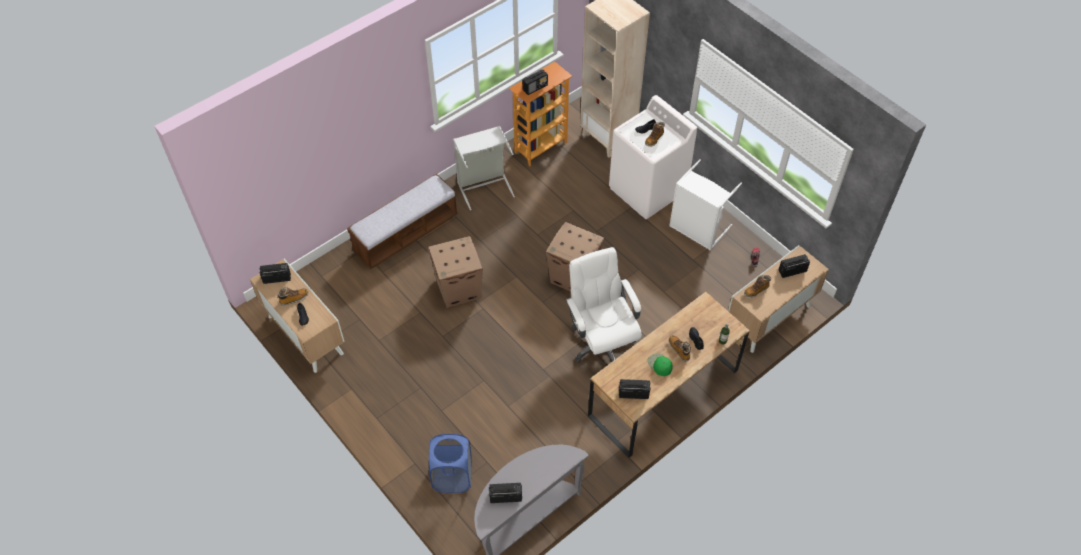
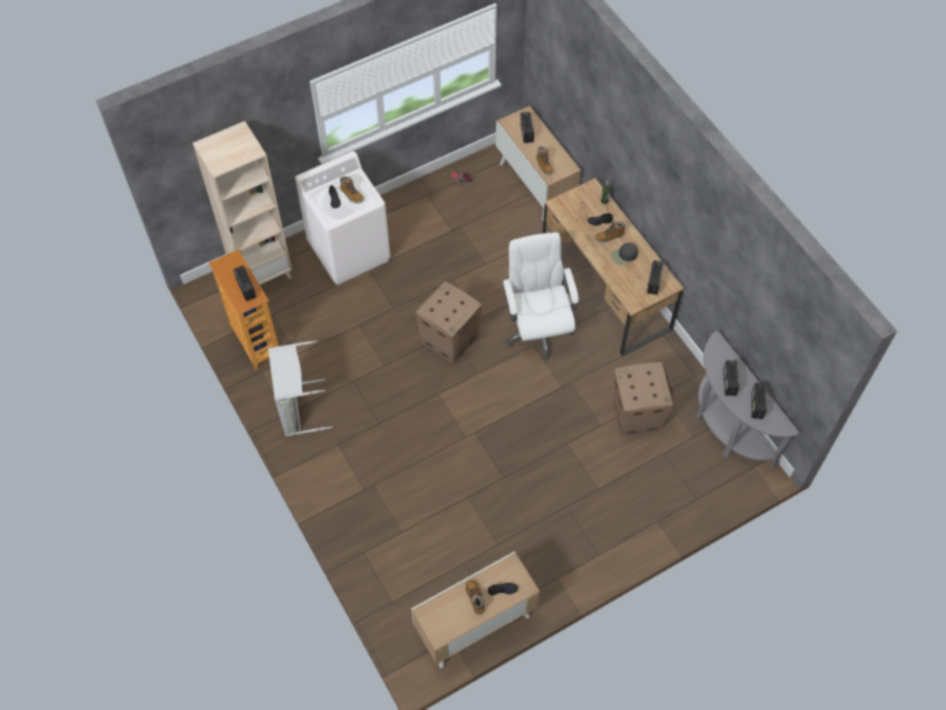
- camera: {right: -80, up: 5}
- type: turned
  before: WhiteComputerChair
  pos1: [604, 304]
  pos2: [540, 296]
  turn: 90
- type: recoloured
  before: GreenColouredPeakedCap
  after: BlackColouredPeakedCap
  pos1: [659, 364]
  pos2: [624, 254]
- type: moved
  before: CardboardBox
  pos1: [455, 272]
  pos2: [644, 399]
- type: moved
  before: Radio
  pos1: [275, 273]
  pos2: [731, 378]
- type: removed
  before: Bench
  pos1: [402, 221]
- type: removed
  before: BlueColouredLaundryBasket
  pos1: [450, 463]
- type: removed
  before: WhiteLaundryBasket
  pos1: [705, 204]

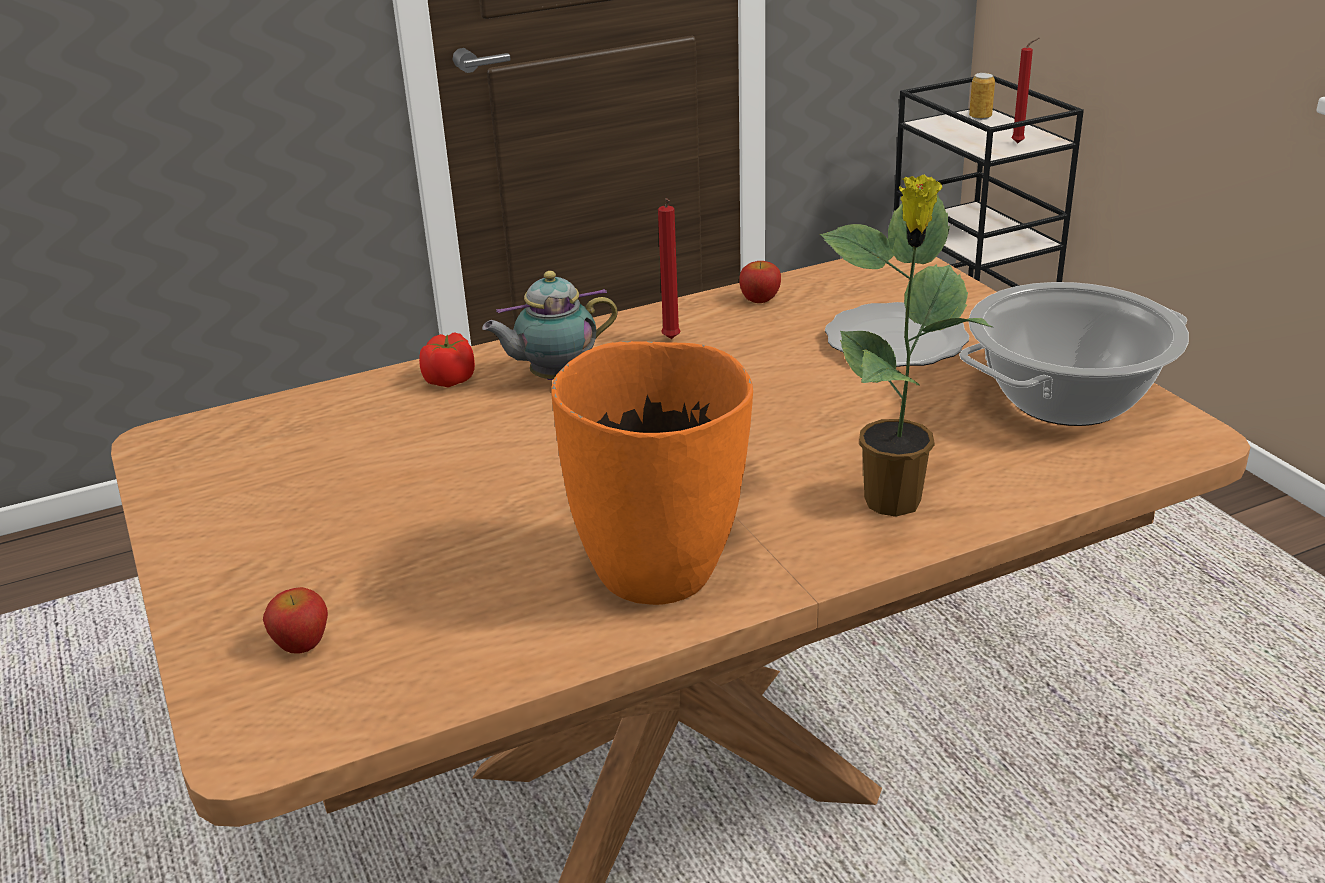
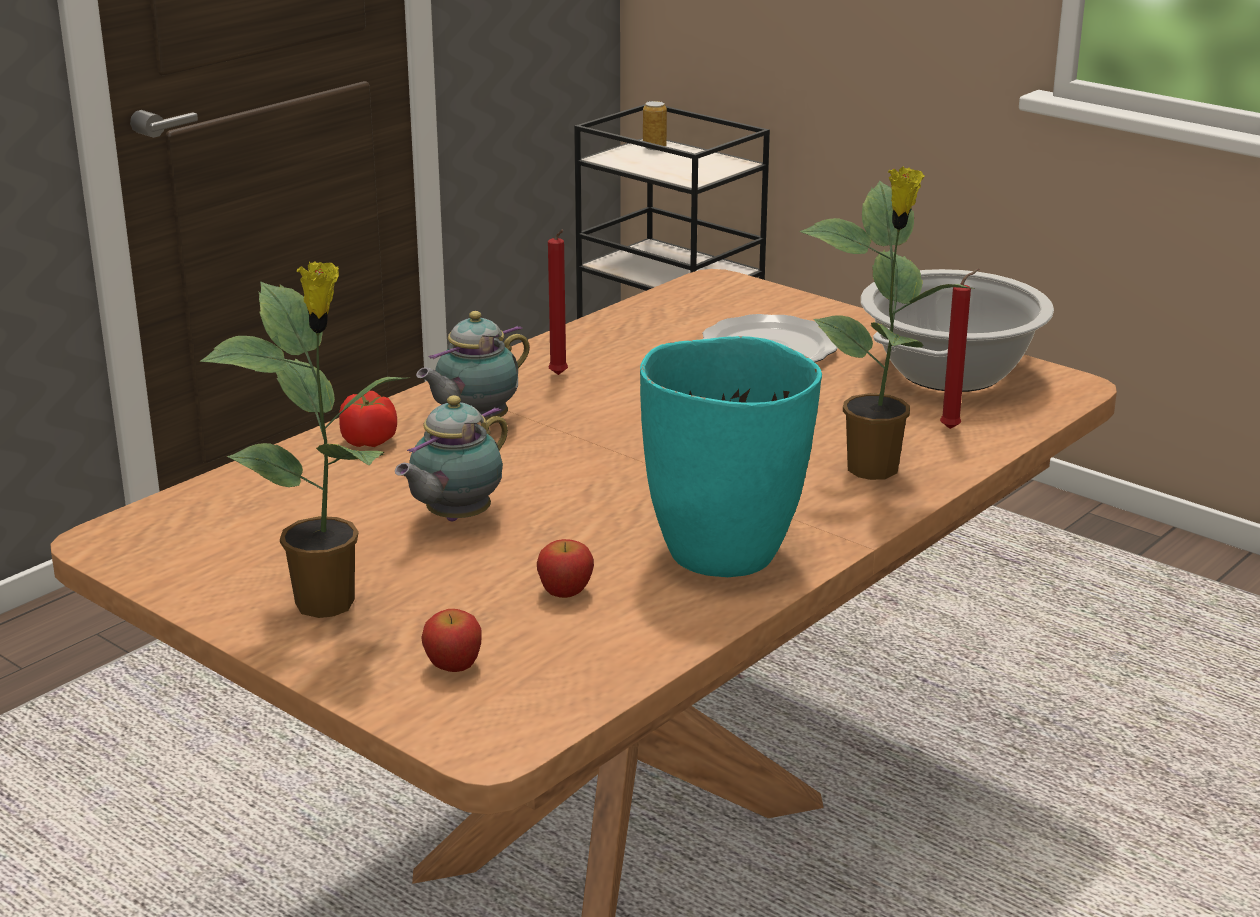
- camera: {right: -25, up: -5}
- type: added
  after: Houseplant
  pos2: [305, 440]
- type: added
  after: TeaPot
  pos2: [451, 458]
- type: moved
  before: WholeApple
  pos1: [760, 282]
  pos2: [565, 568]
- type: recoloured
  before: OrangeDecorativeVase
  after: BlueGreenDecorativeVase
  pos1: [652, 473]
  pos2: [731, 456]
- type: moved
  before: ReddishCandle
  pos1: [1026, 90]
  pos2: [959, 348]

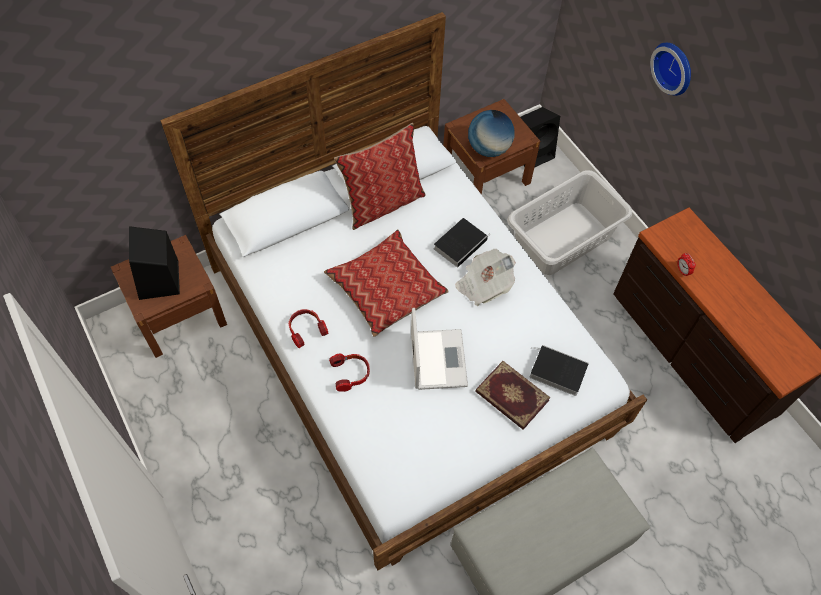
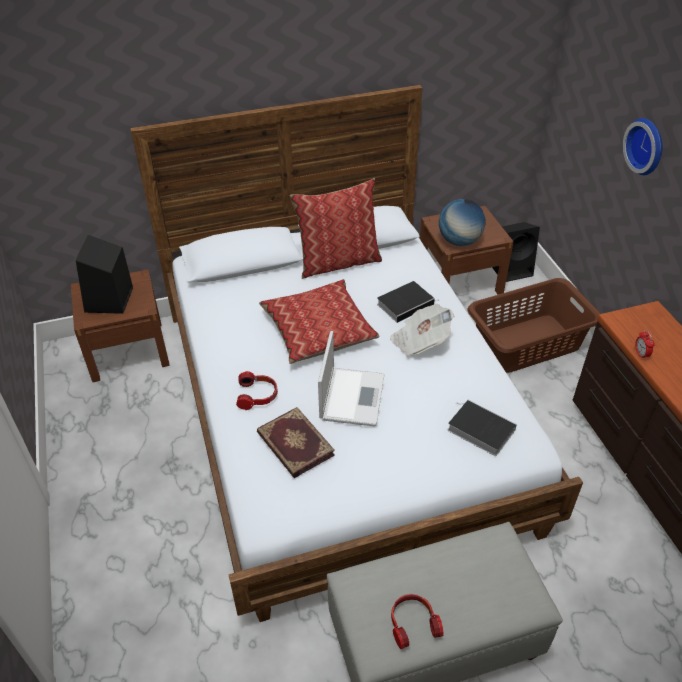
- camera: {right: 15, up: -15}
- type: moved
  before: Book
  pos1: [512, 395]
  pos2: [296, 442]
- type: moved
  before: Headphones
  pos1: [309, 328]
  pos2: [417, 621]
- type: recoloured
  before: GreyLaundryBasket
  after: BrownColouredLaundryBasket
  pos1: [569, 222]
  pos2: [534, 325]

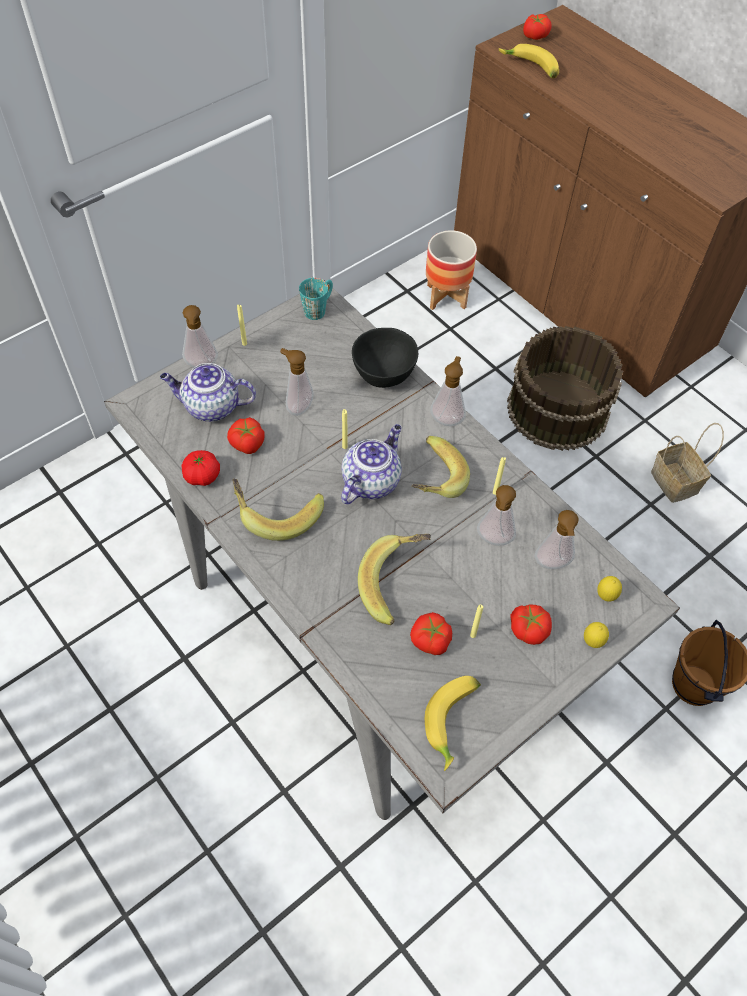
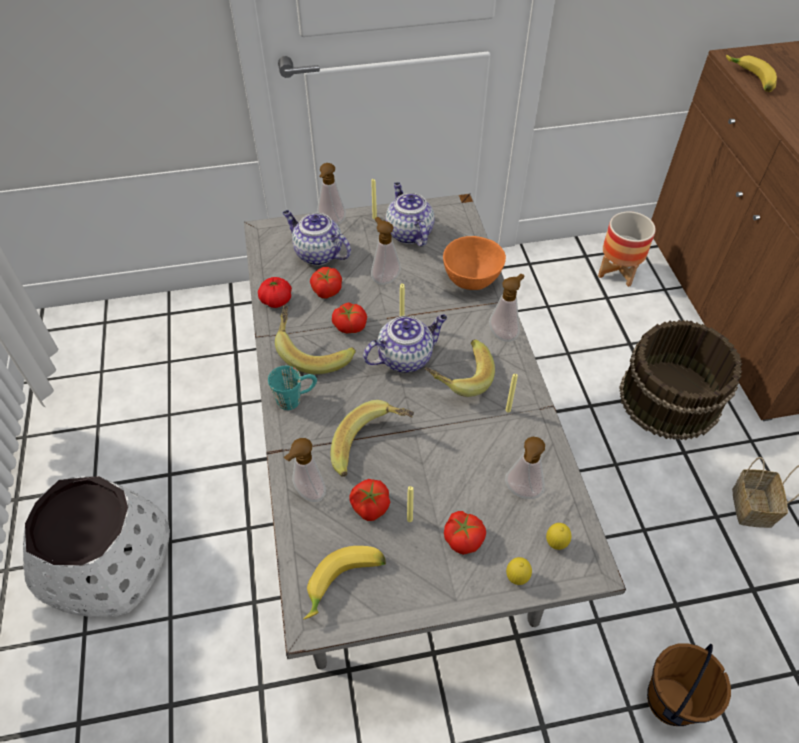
- camera: {right: 30, up: -5}
- type: added
  after: WhitePlanter
  pos2: [96, 547]
- type: moved
  before: BlueGreenTeaMug
  pos1: [316, 299]
  pos2: [292, 388]
- type: moved
  before: SoapDispenser
  pos1: [496, 515]
  pos2: [305, 470]
- type: moved
  before: FreshTomato
  pos1: [537, 27]
  pos2: [349, 318]
- type: added
  after: TeaPot
  pos2: [410, 214]
- type: recoloured
  before: BlackColouredDeepDish
  after: OrangeDeepDish
  pos1: [385, 358]
  pos2: [474, 263]

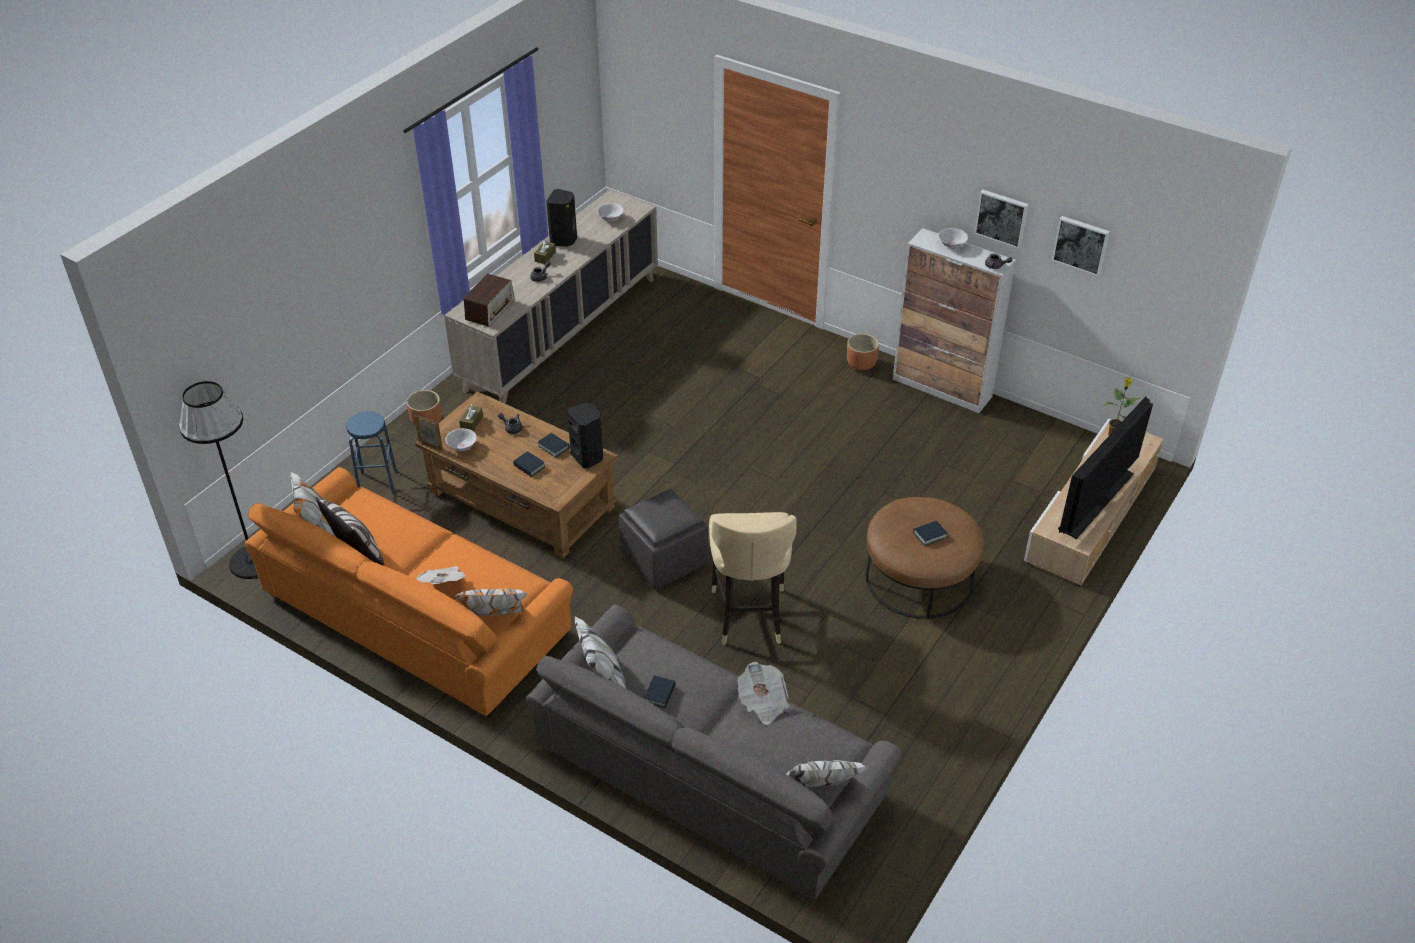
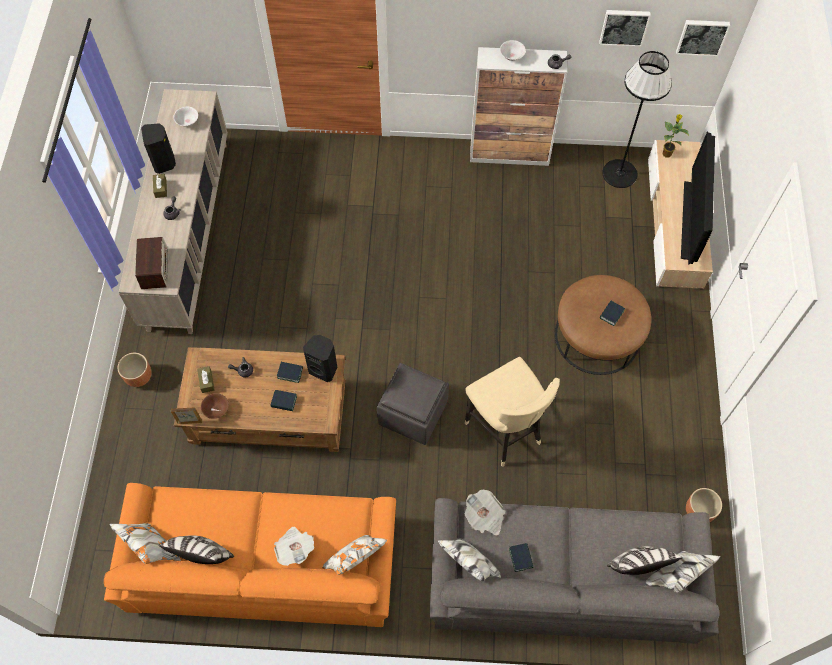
- camera: {right: -30, up: 20}
- type: recoloured
  before: WhiteDeepDish
  after: BrownColouredDeepDish
  pos1: [461, 439]
  pos2: [215, 406]
- type: moved
  before: PrintedPaper
  pos1: [763, 693]
  pos2: [485, 512]
- type: moved
  before: BlackColouredStandardLamp
  pos1: [219, 480]
  pos2: [637, 119]
- type: added
  after: ThrowPillow
  pos2: [645, 560]
- type: moved
  before: Picture
  pos1: [1001, 219]
  pos2: [703, 38]
- type: moved
  before: BrownColouredPlanter
  pos1: [863, 352]
  pos2: [704, 505]
- type: removed
  before: BlueColouredSittingStool
  pos1: [371, 452]

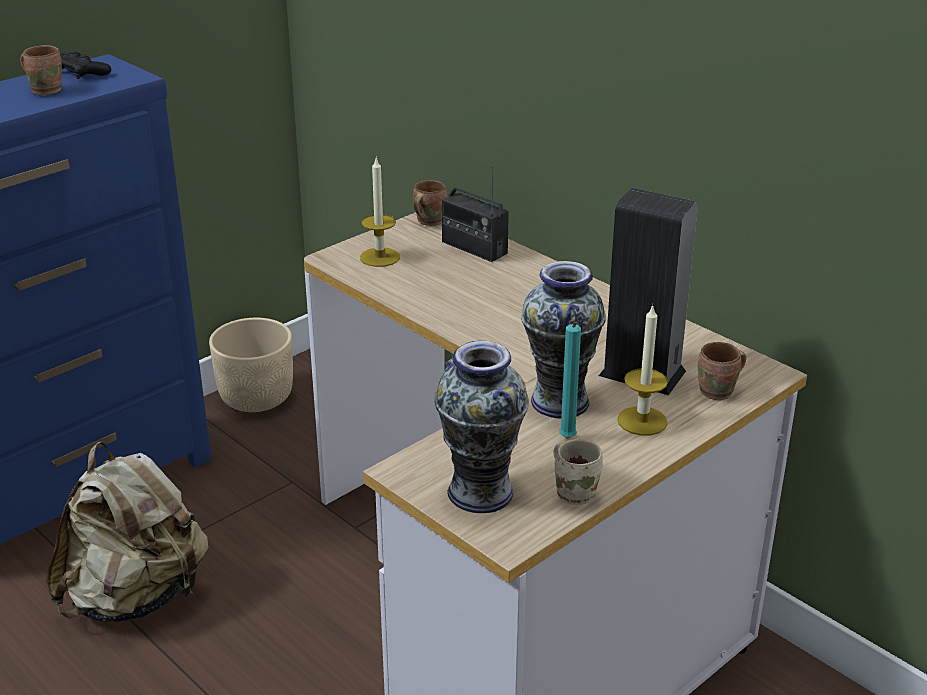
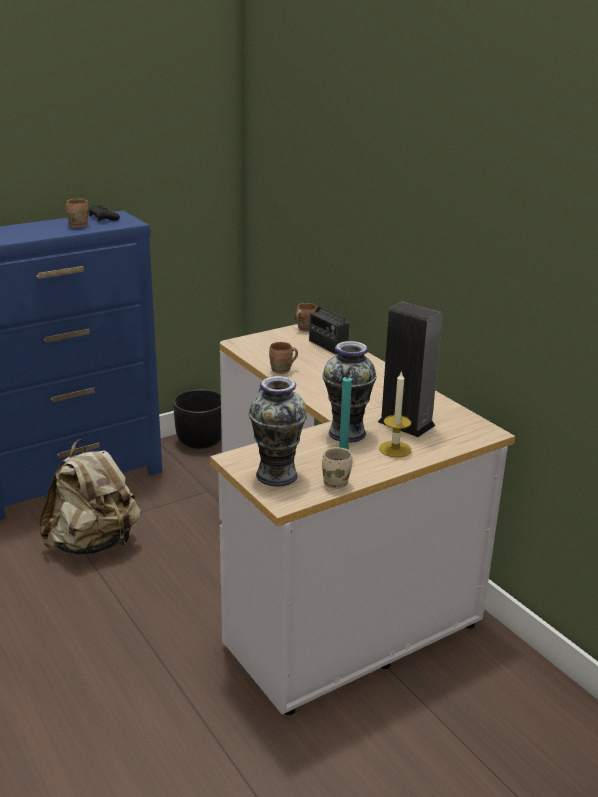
- camera: {right: 10, up: -5}
- type: recoloured
  before: SandColouredPlanter
  after: BlackColouredPlanter
  pos1: [251, 365]
  pos2: [197, 419]
- type: moved
  before: BrownColouredTeaMug
  pos1: [722, 371]
  pos2: [283, 358]
- type: removed
  before: Candle
  pos1: [380, 212]

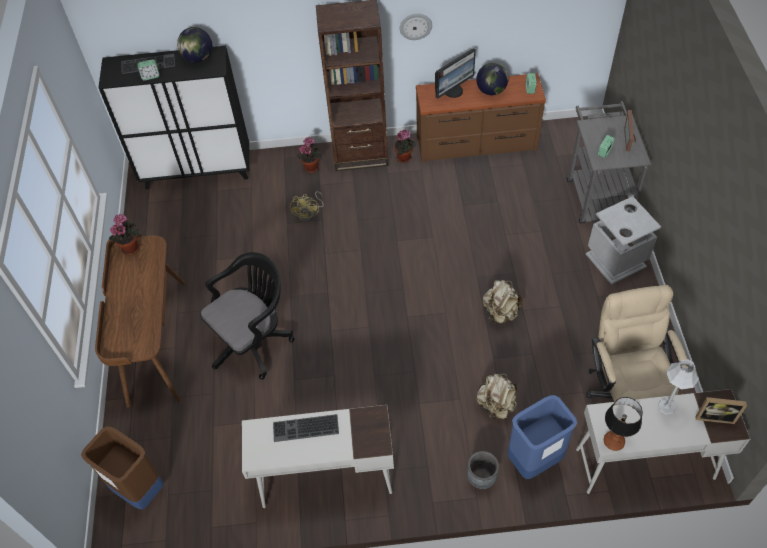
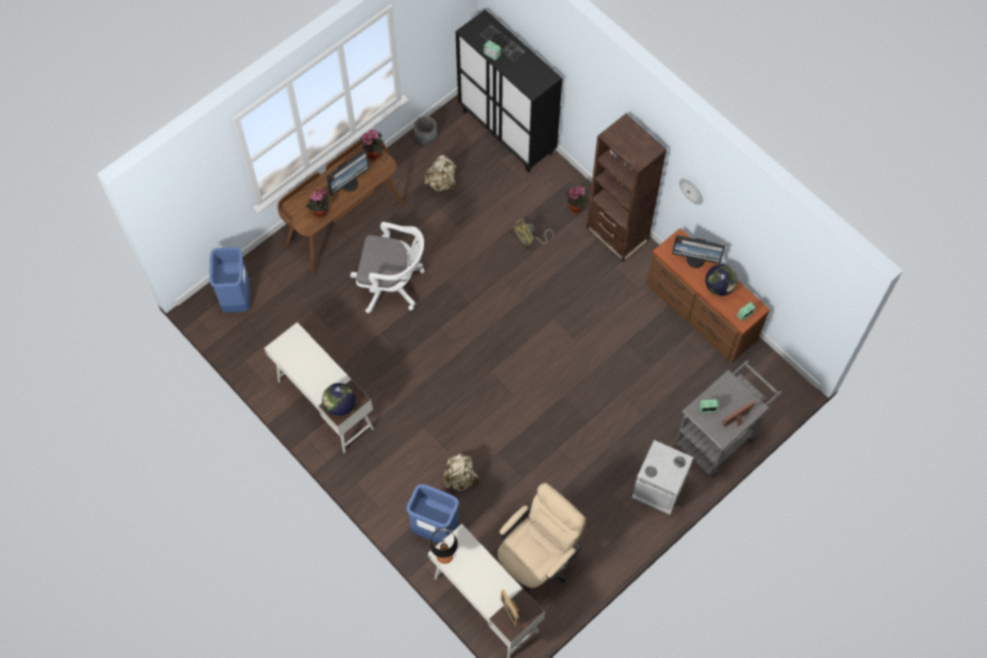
- camera: {right: 50, up: 10}
- type: recoloured
  before: BrownColouredWasteBin
  after: BlueColouredWasteBin
  pos1: [122, 468]
  pos2: [229, 280]
- type: moved
  before: Houseplant
  pos1: [405, 146]
  pos2: [318, 203]
- type: moved
  before: WorldGlobe
  pos1: [194, 45]
  pos2: [338, 399]
- type: added
  after: Monitor
  pos2: [347, 172]
- type: recoloured
  before: BlackColouredComputerChair
  after: WhiteComputerChair
  pos1: [247, 316]
  pos2: [387, 267]
- type: moved
  before: GreyPlanter
  pos1: [483, 470]
  pos2: [425, 130]
- type: moved
  before: SandColouredKnapsack
  pos1: [503, 302]
  pos2: [441, 173]
- type: removed
  before: PcKeyboard
  pos1: [306, 428]
- type: removed
  before: GreyTableLamp
  pos1: [678, 386]

